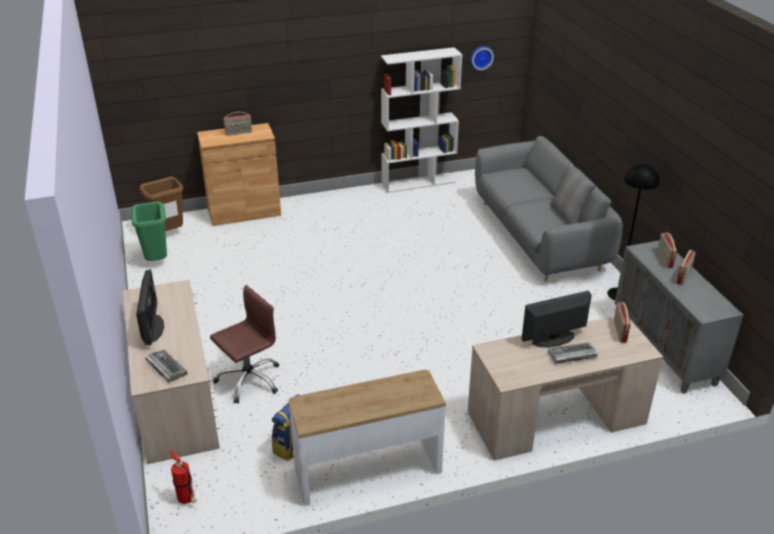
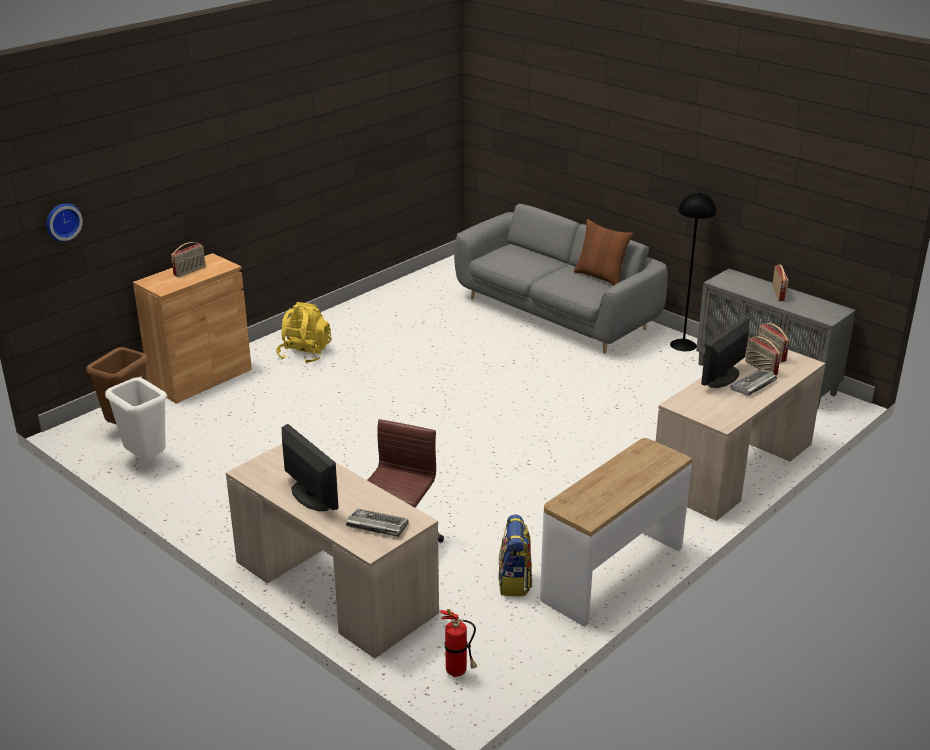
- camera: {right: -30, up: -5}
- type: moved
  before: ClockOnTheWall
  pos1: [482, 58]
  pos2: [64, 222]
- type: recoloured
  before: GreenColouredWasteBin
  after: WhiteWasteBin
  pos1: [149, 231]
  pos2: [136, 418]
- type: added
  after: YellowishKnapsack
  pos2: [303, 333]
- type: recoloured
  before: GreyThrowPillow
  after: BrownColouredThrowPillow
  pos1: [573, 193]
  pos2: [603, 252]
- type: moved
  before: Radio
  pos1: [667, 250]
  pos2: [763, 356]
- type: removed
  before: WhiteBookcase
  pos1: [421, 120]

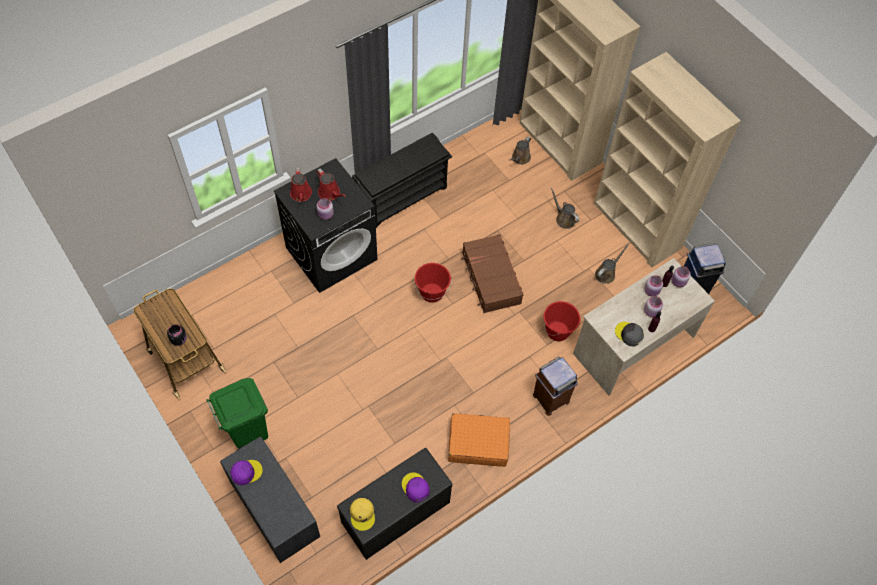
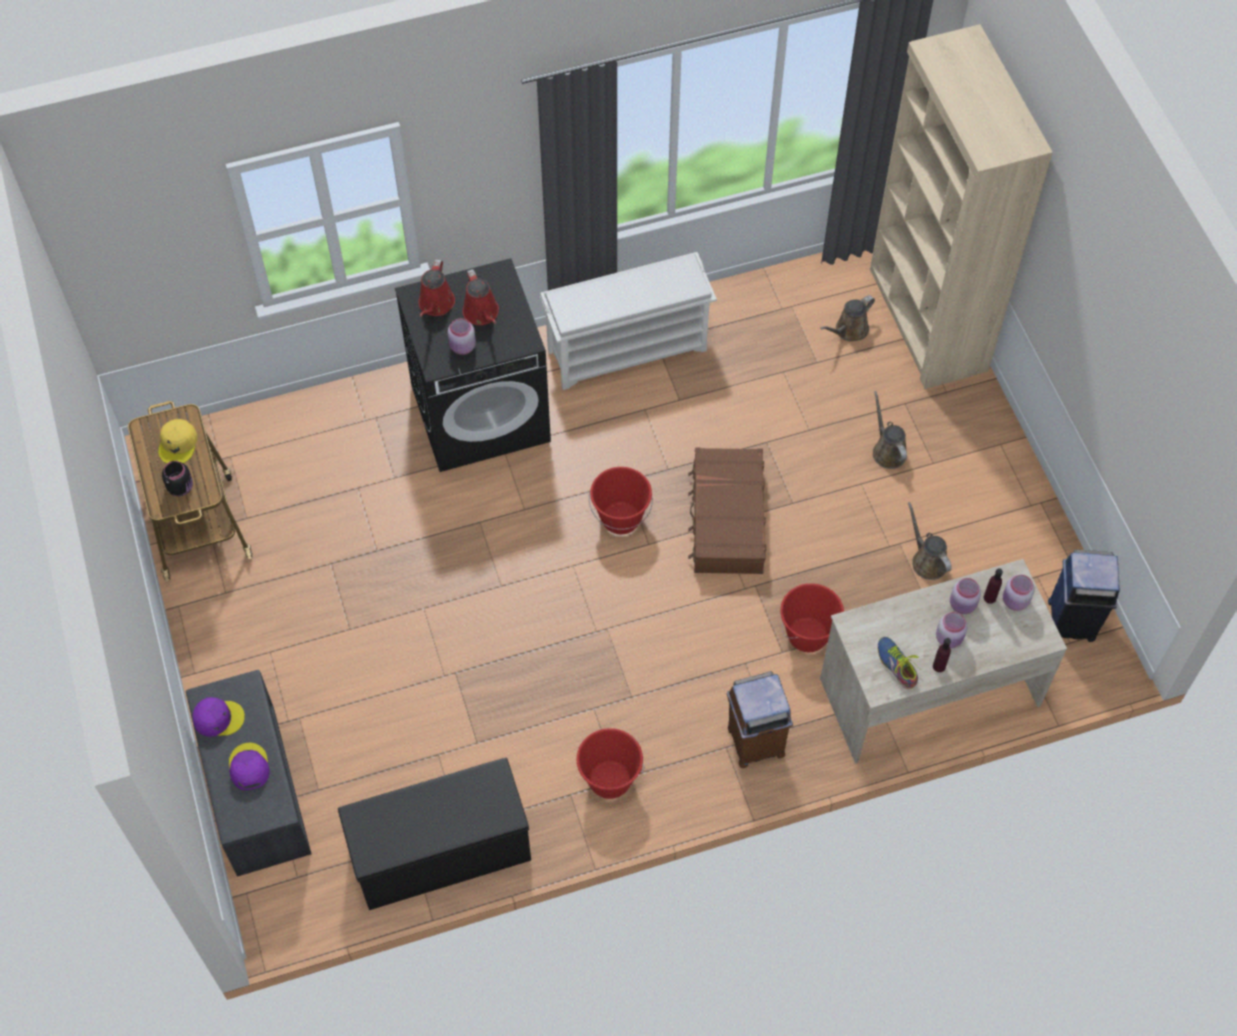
- camera: {right: 20, up: 0}
- type: moved
  before: YellowishPeakedCap
  pos1: [362, 514]
  pos2: [178, 441]
- type: moved
  before: PurplePeakedCap
  pos1: [416, 487]
  pos2: [249, 766]
- type: recoloured
  before: BlackColouredShoeRack
  after: WhiteShoeRack
  pos1: [402, 180]
  pos2: [628, 321]
- type: replaced
  before: OrangeSuitcase
  after: ReddishPail
  pos1: [479, 440]
  pos2: [610, 763]
- type: replaced
  before: GreyPeakedCap
  after: LowShoe
  pos1: [629, 334]
  pos2: [899, 663]
- type: turned
  before: BrownColouredSprinklingCan
  pos1: [612, 264]
  pos2: [930, 541]
  turn: -90
- type: removed
  before: GreenColouredWasteBin
  pos1: [237, 414]
- type: removed
  before: SandColouredBookcase
  pos1: [667, 159]

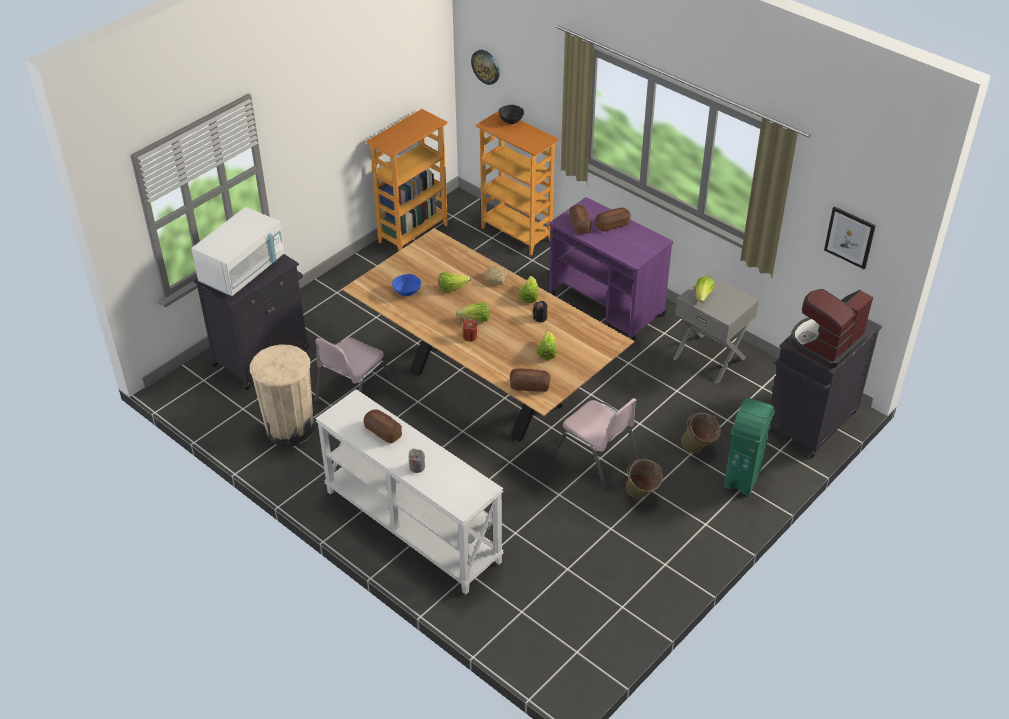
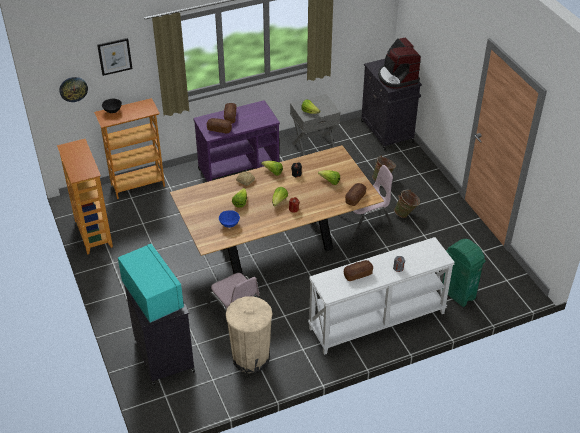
- camera: {right: -65, up: 0}
- type: moved
  before: Picture
  pos1: [850, 237]
  pos2: [114, 57]
- type: recoloured
  before: WhiteMicrowave
  after: BlueGreenMicrowave
  pos1: [238, 251]
  pos2: [151, 283]
- type: moved
  before: GreenColouredWasteBin
  pos1: [749, 447]
  pos2: [464, 273]

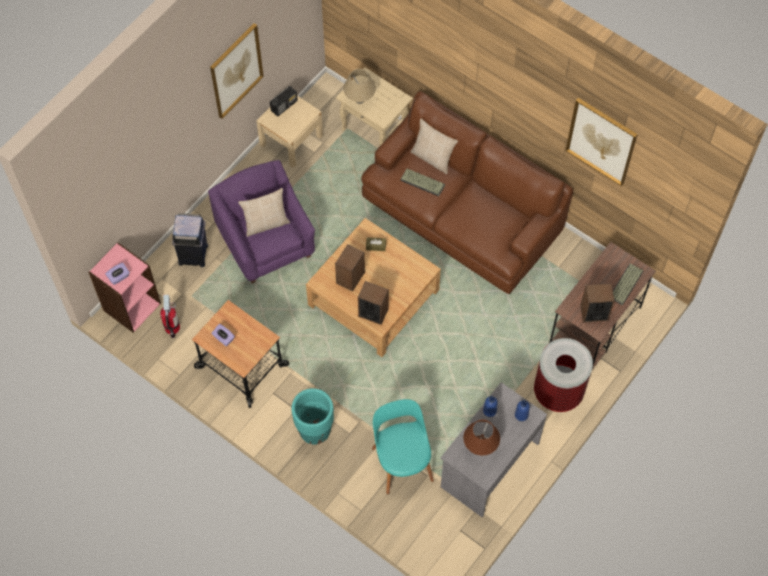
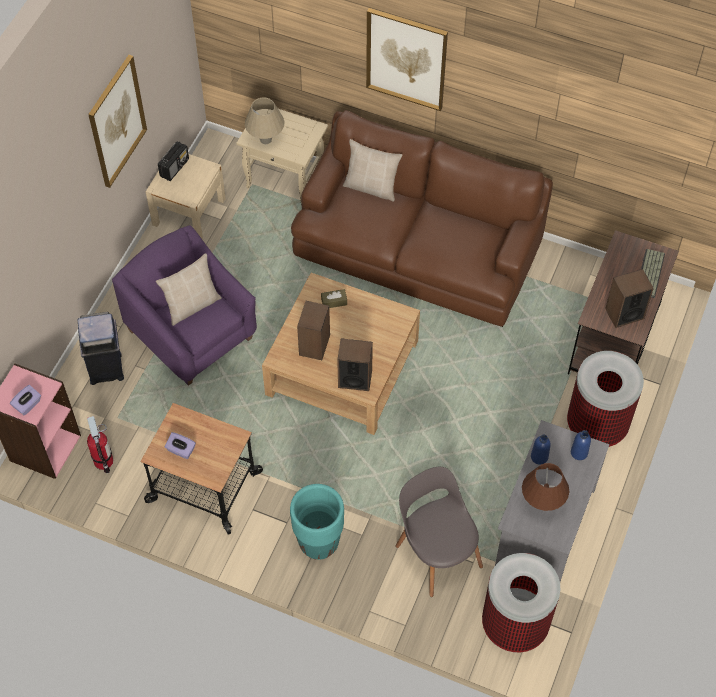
- camera: {right: -15, up: -5}
- type: moved
  before: Picture
  pos1: [602, 142]
  pos2: [407, 59]
- type: recoloured
  before: BlueGreenPlainChair
  after: GreyPlainChair
  pos1: [403, 446]
  pos2: [439, 532]
- type: added
  after: WasteBin
  pos2: [521, 603]
- type: removed
  before: PcKeyboard
  pos1: [422, 182]

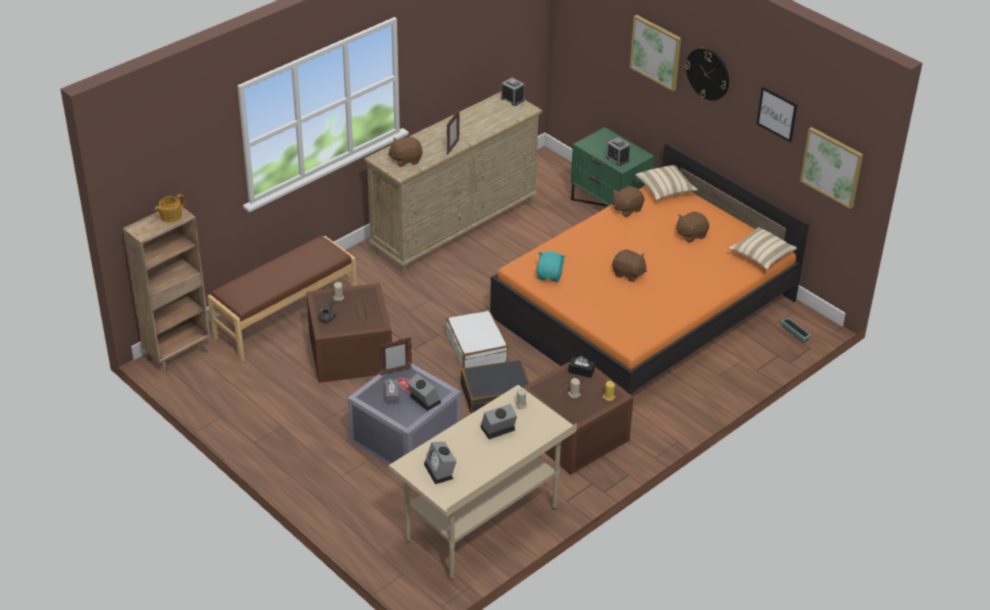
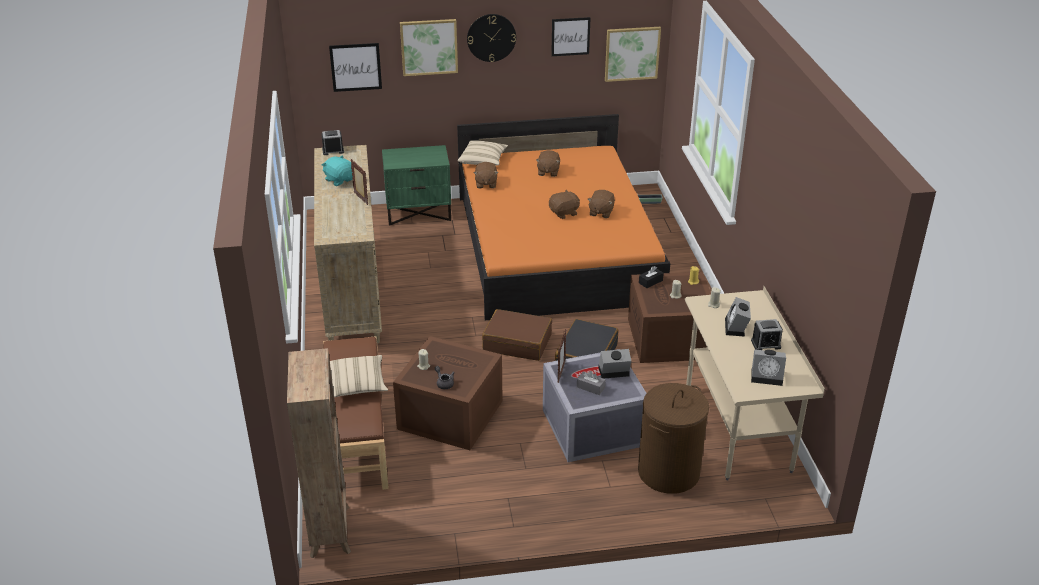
- camera: {right: -55, up: -5}
- type: moved
  before: BlueGreenSoftToy
  pos1: [551, 266]
  pos2: [337, 170]
- type: added
  after: Picture
  pos2: [355, 67]
- type: moved
  before: SandColouredThrowPillow
  pos1: [763, 248]
  pos2: [359, 376]
- type: recoloured
  before: WhiteSuitcase
  after: BrownColouredSuitcase
  pos1: [477, 339]
  pos2: [517, 335]
- type: moved
  before: BrownColouredSoftToy
  pos1: [405, 152]
  pos2: [601, 204]
- type: added
  after: BrownColouredLaundryBasket
  pos2: [673, 438]
- type: moved
  before: TableClock
  pos1: [618, 151]
  pos2: [767, 334]
- type: removed
  before: TeaPot
  pos1: [169, 208]

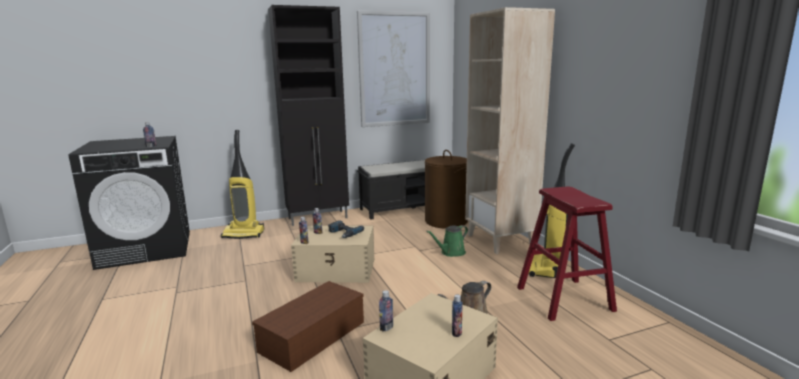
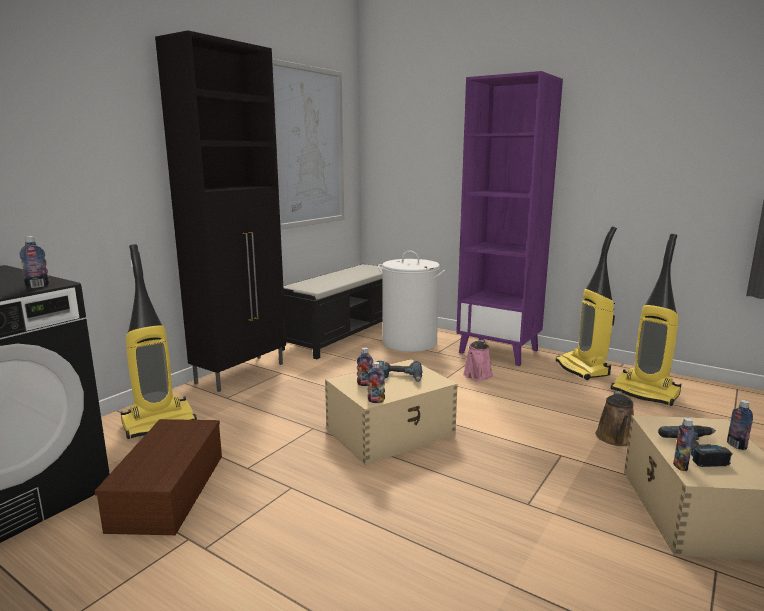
- camera: {right: -35, up: 0}
- type: moved
  before: BrownColouredStorageBox
  pos1: [308, 326]
  pos2: [158, 477]
- type: recoloured
  before: BrownColouredLaundryBasket
  after: WhiteLaundryBasket
  pos1: [446, 189]
  pos2: [412, 301]
- type: recoloured
  before: SandColouredBookcase
  after: PurpleBookcase
  pos1: [510, 130]
  pos2: [509, 218]
- type: recoloured
  before: GreenColouredSprinklingCan
  after: PinkColouredSprinklingCan
  pos1: [447, 241]
  pos2: [478, 360]
- type: replaced
  before: ReddishSittingStool
  after: VacuumCleaner
  pos1: [567, 254]
  pos2: [646, 320]
- type: added
  after: ElectricDrill
  pos2: [695, 446]

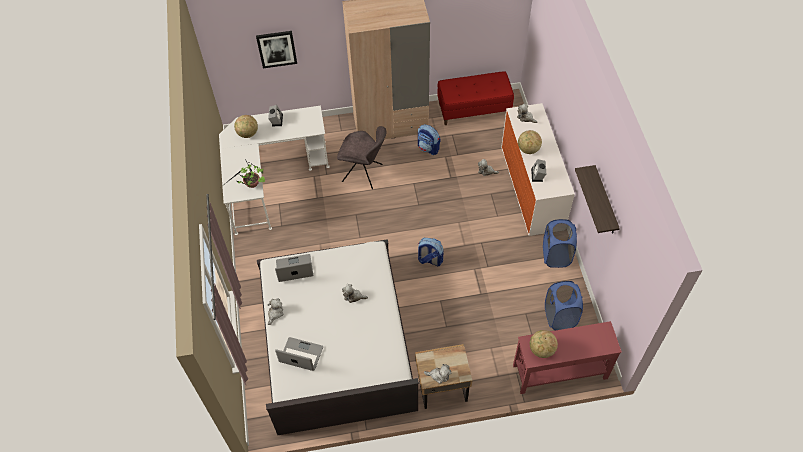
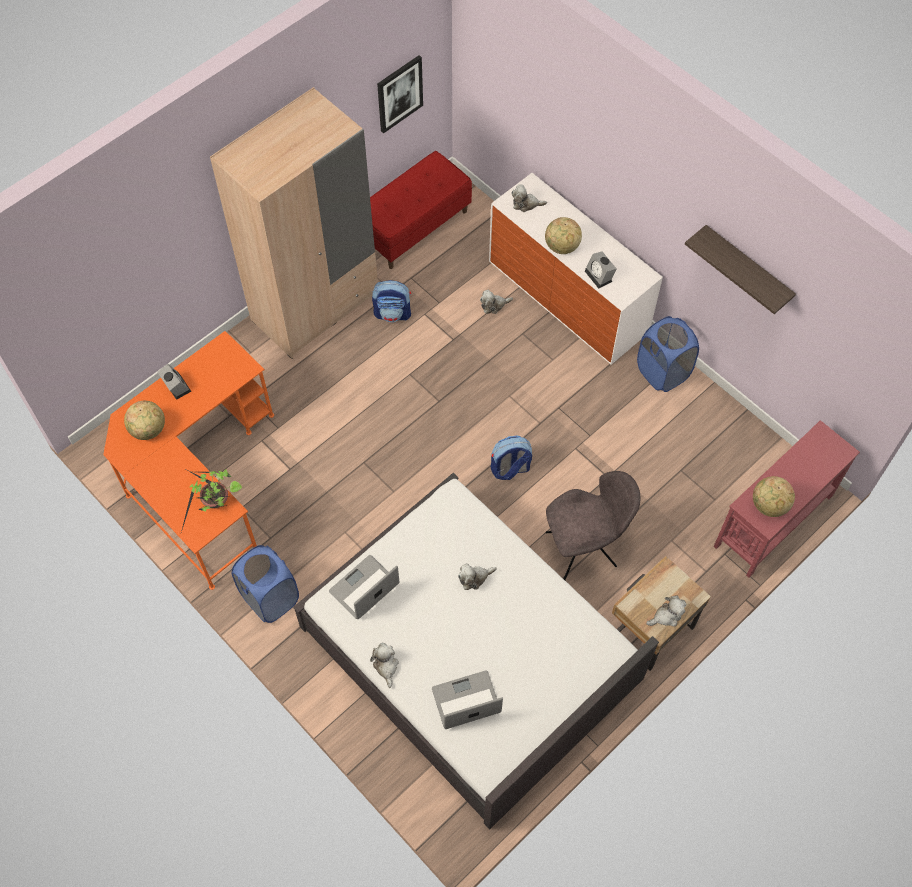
- camera: {right: -35, up: 5}
- type: recoloured
  before: WhiteDesk
  after: OrangeDesk
  pos1: [274, 170]
  pos2: [188, 460]
- type: moved
  before: BlueColouredLaundryBasket
  pos1: [564, 305]
  pos2: [265, 584]
- type: moved
  before: Picture
  pos1: [276, 49]
  pos2: [400, 94]
- type: moved
  before: GreyPlainChair
  pos1: [361, 157]
  pos2: [593, 525]

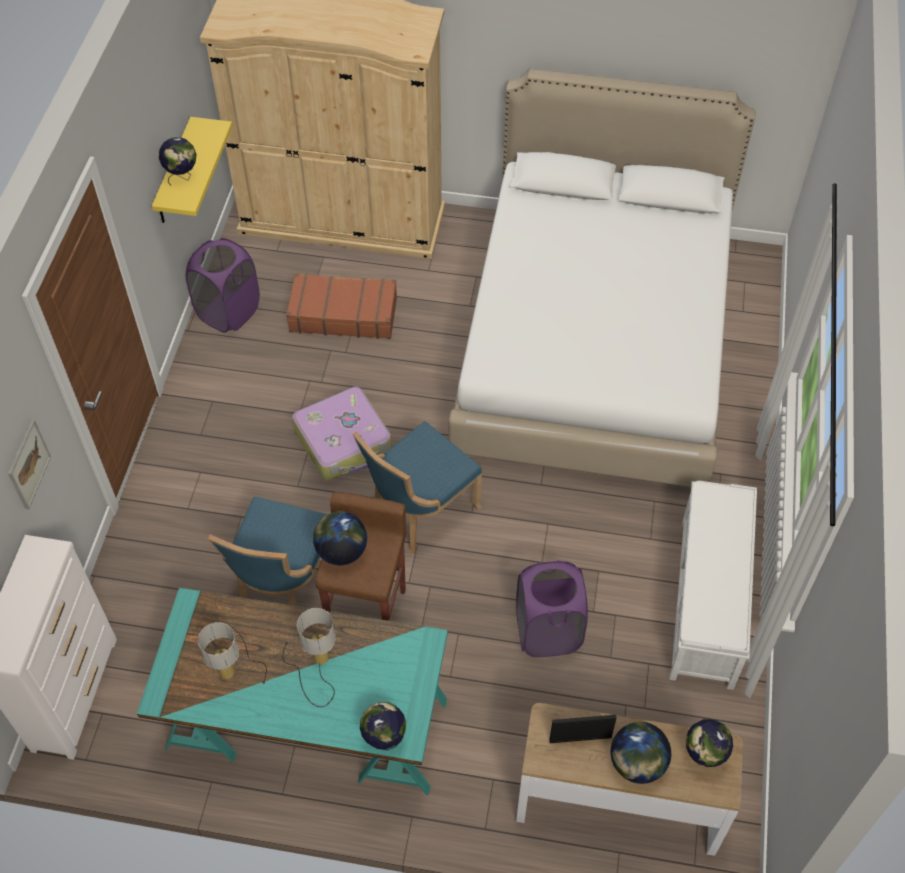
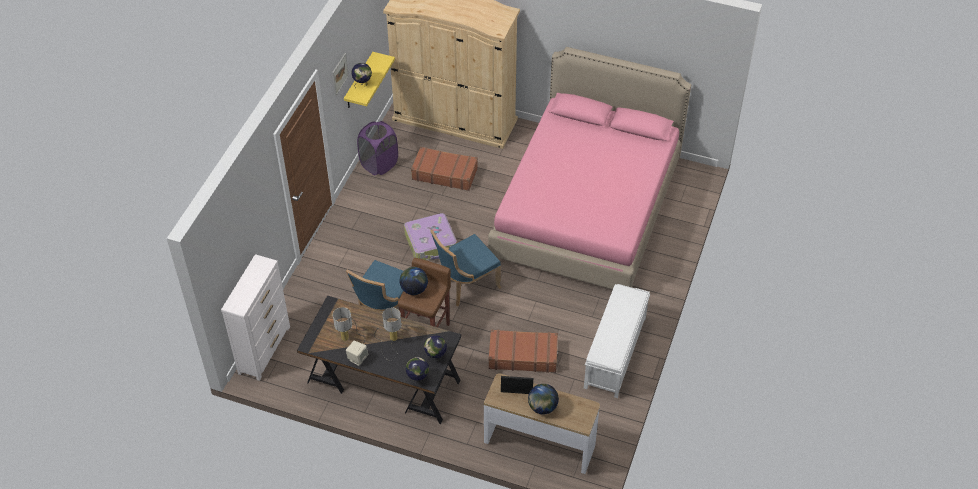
- camera: {right: 10, up: -5}
- type: recoloured
  before: BlueGreenDesk
  after: BlackColouredDesk
  pos1: [292, 691]
  pos2: [379, 359]
- type: moved
  before: Picture
  pos1: [29, 465]
  pos2: [340, 74]
- type: added
  after: SandColouredAudioSpeaker
  pos2: [357, 353]
- type: moved
  before: WorldGlobe
  pos1: [709, 743]
  pos2: [435, 348]
- type: recoloured
  before: WhiteBed
  after: PinkColouredBed
  pos1: [601, 278]
  pos2: [589, 168]
- type: replaced
  before: PurpleLaundryBasket
  after: BrownColouredSuitcase
  pos1: [552, 608]
  pos2: [523, 351]

